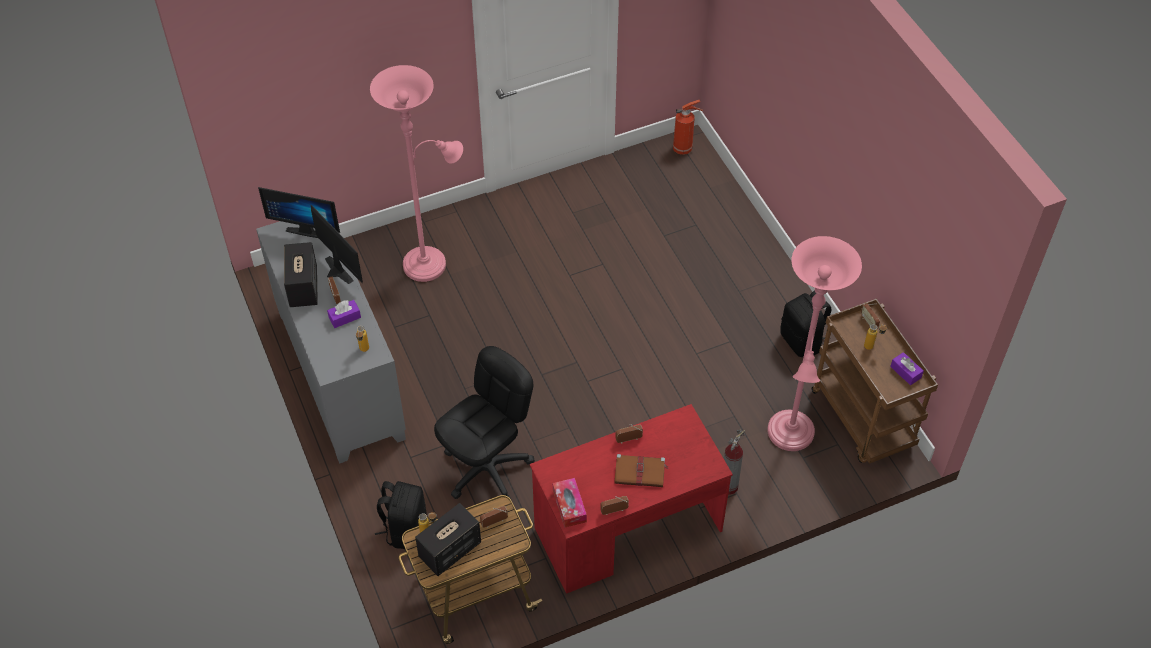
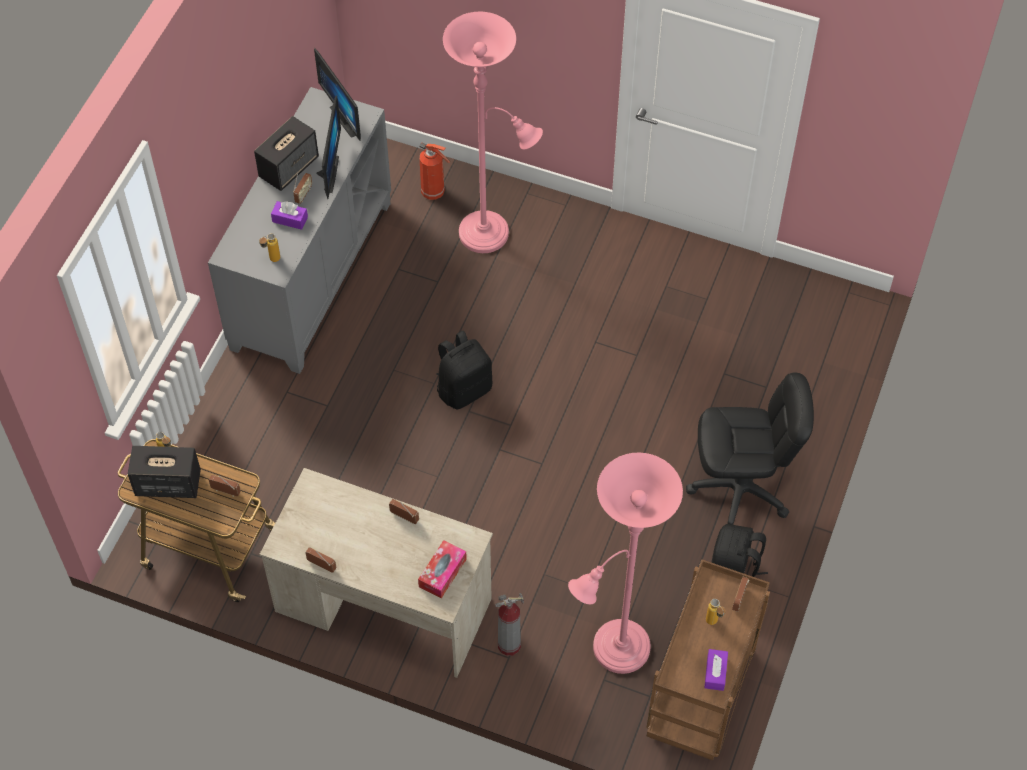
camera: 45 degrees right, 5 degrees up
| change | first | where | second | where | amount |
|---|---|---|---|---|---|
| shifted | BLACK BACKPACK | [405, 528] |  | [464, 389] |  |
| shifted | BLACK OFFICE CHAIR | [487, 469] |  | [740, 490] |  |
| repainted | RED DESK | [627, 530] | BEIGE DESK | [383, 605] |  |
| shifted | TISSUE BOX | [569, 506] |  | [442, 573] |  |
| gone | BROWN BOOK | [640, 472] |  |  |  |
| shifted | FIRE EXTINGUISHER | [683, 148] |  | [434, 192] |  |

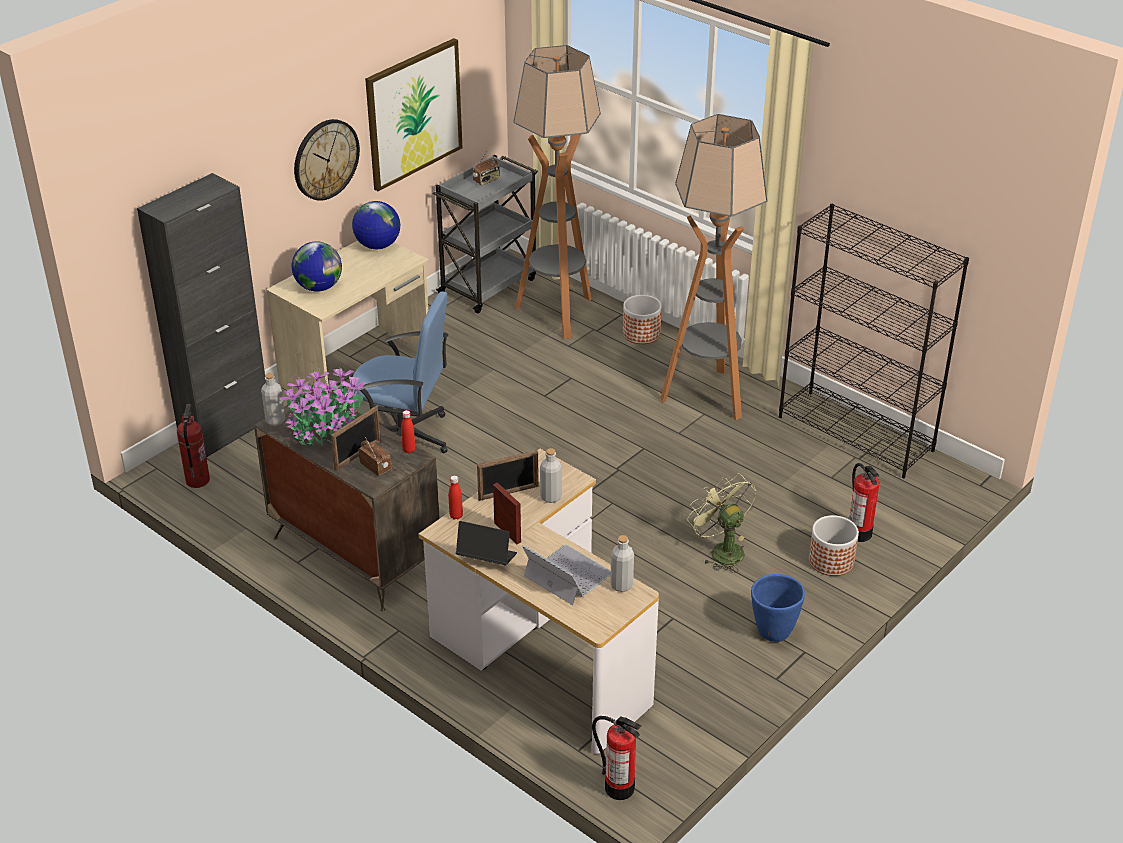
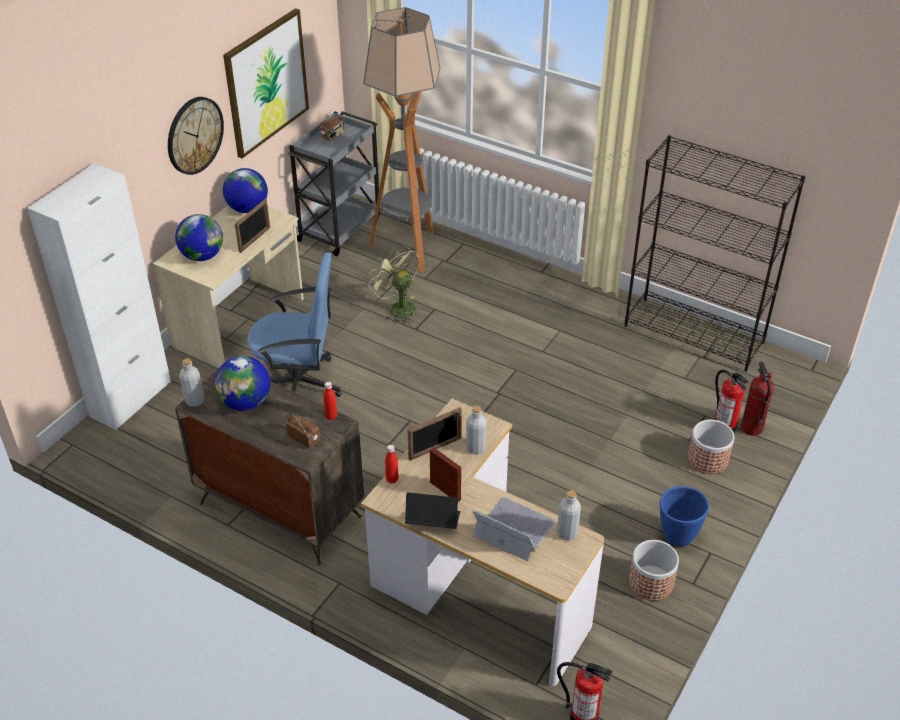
camera: 10 degrees left, 5 degrees up
| change | first | where | second | where | amount |
|---|---|---|---|---|---|
| repainted | BLACK CABINET | [225, 431] | WHITE CABINET | [131, 399] |  |
| shifted | FIRE EXTINGUISHER | [197, 480] |  | [751, 428] |  |
| swapped | POTTED PLANT | [326, 428] | GLOBE | [246, 403] |  |
| shifted | PICTURE FRAME | [358, 455] |  | [255, 240] |  |
| shifted | PLANTER | [641, 334] |  | [651, 583] |  |
| gone | FLOOR LAMP | [707, 396] |  |  |  |
| shifted | GREEN FAN | [721, 550] |  | [398, 308] |  |

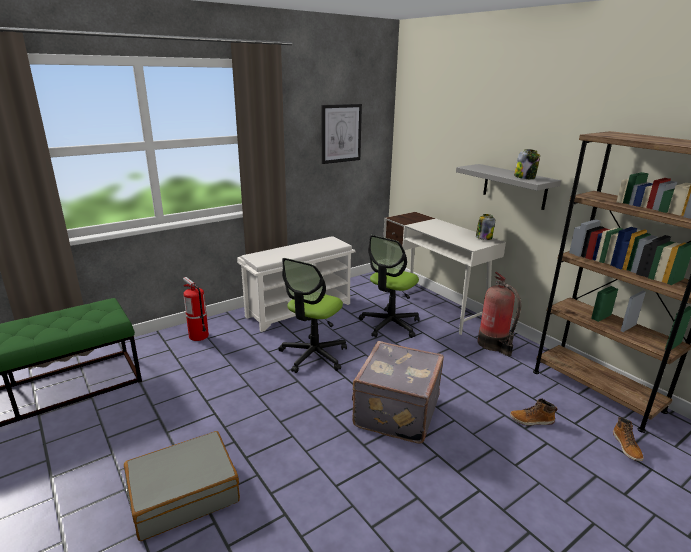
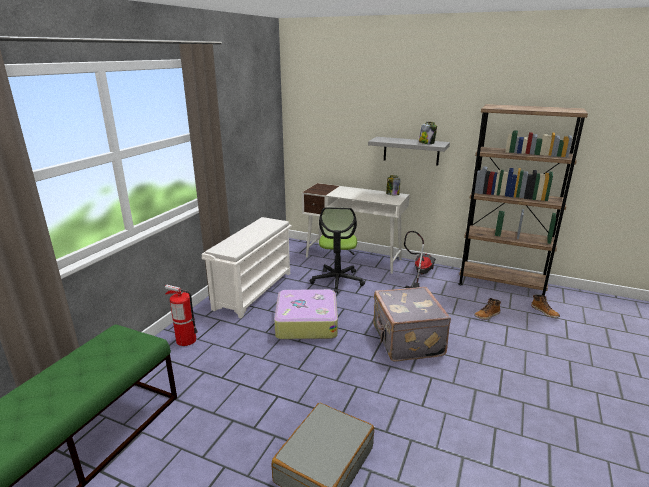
camera: 30 degrees left, 0 degrees up
| change | first | where | second | where | amount |
|---|---|---|---|---|---|
| swapped | OFFICE CHAIR | [313, 355] | SUITCASE | [306, 322] |  |
| gone | PICTURE | [341, 133] |  |  |  |
| swapped | FIRE EXTINGUISHER | [494, 344] | VACUUM CLEANER | [419, 273] |  |

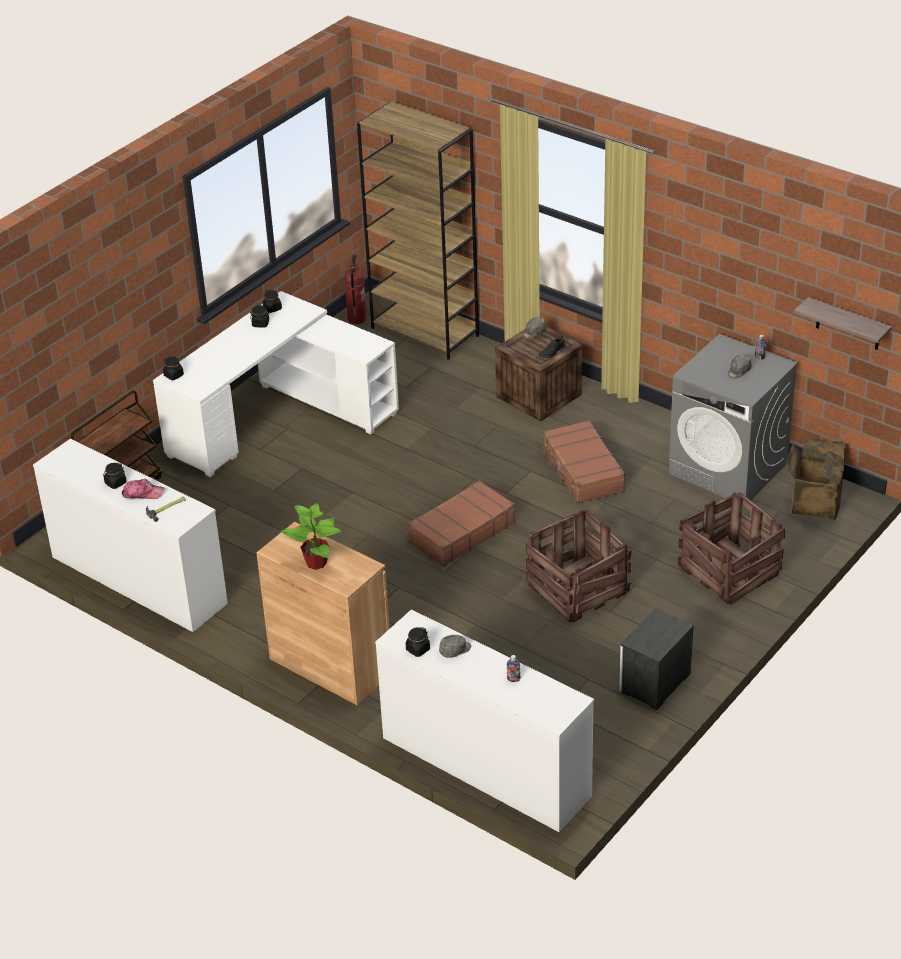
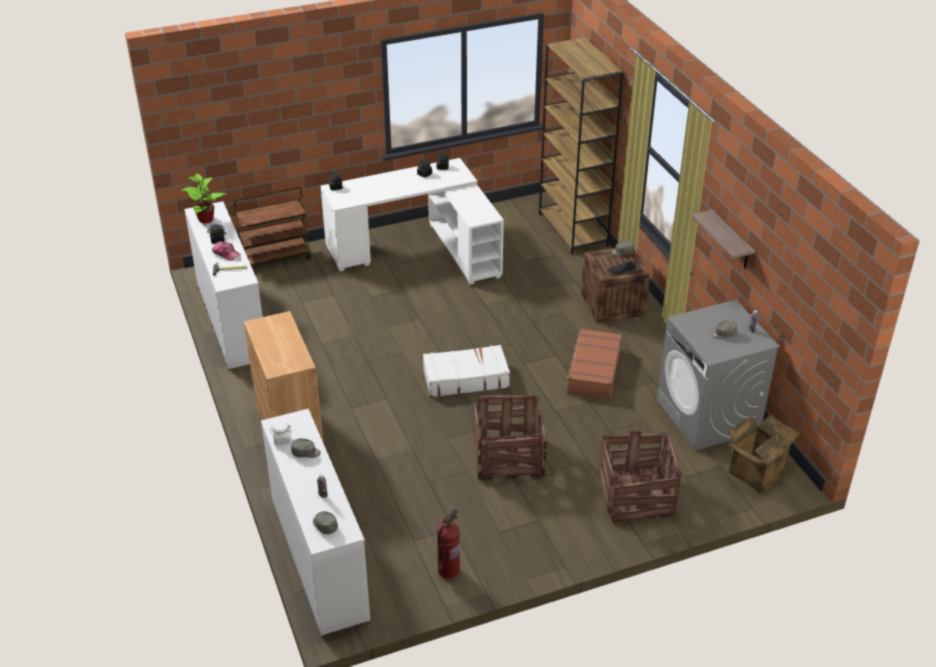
camera: 30 degrees right, 0 degrees up
| change | first | where | second | where | amount |
|---|---|---|---|---|---|
| shifted | POTTED PLANT | [317, 562] |  | [206, 219] |  |
| shifted | FIRE EXTINGUISHER | [357, 319] |  | [448, 570] |  |
| repainted | BLACK JAR | [417, 649] | WHITE JAR | [281, 440] |  |
| repainted | BROWN SUITCASE | [461, 532] | WHITE SUITCASE | [465, 378] |  |
| gone | NIGHTSTAND | [654, 683] |  |  |  |
| shifted | SHELF | [848, 324] |  | [731, 241] |  |
| new |  |  | GREY CAP | [324, 525] |  |

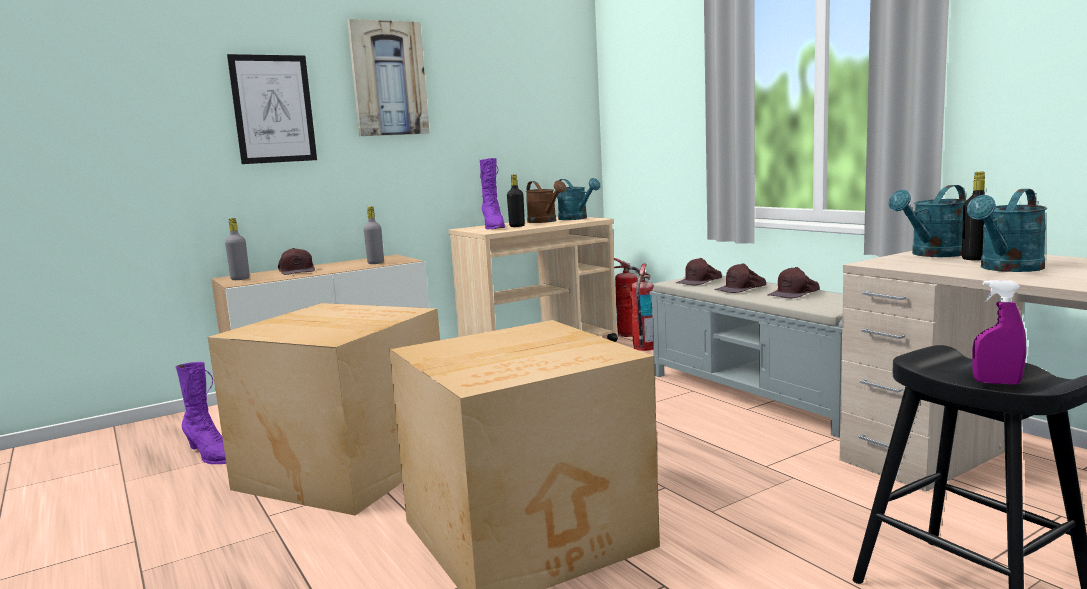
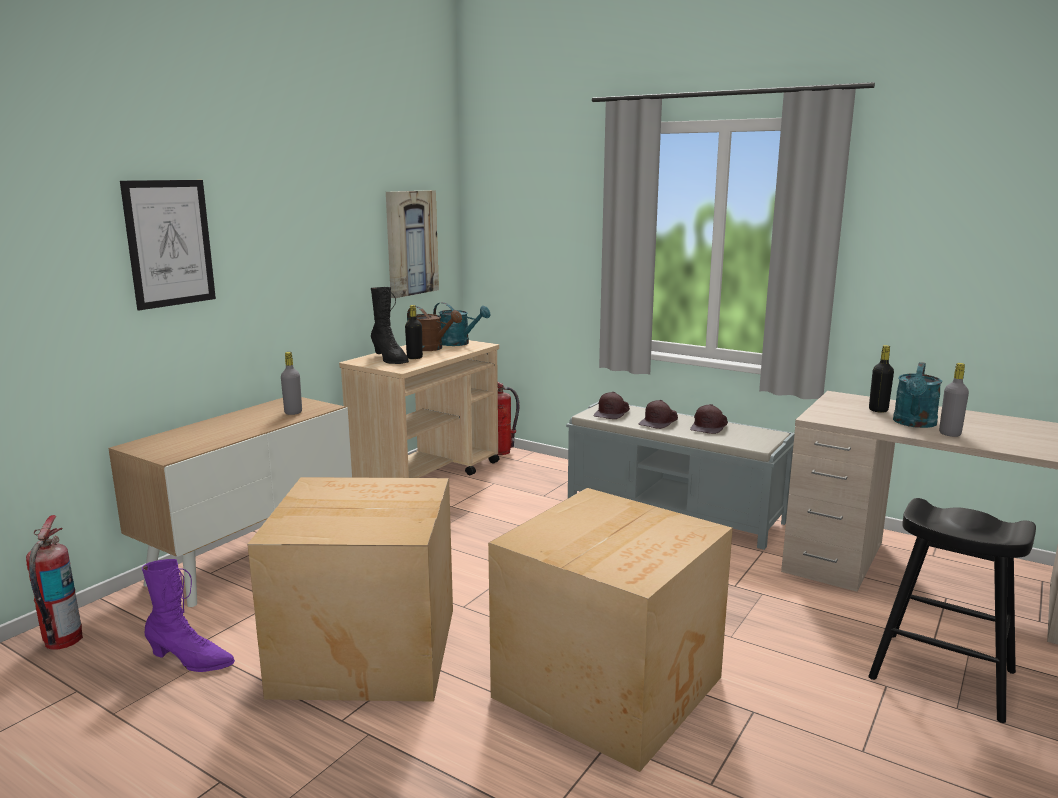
camera: 25 degrees left, 5 degrees up
| change | first | where | second | where | amount |
|---|---|---|---|---|---|
| shifted | GREY BOTTLE | [240, 279] |  | [949, 434] |  |
| gone | BROWN CAP | [297, 271] |  |  |  |
| shifted | PICTURE | [388, 79] |  | [411, 243] |  |
| repainted | PURPLE BOOT | [493, 227] | BLACK BOOT | [390, 359] |  |
| shifted | FIRE EXTINGUISHER | [643, 348] |  | [62, 640] |  |
| gone | TURQUOISE WATERING CAN | [932, 254] |  |  |  |
| gone | PURPLE SPRAY BOTTLE | [997, 382] |  |  |  |

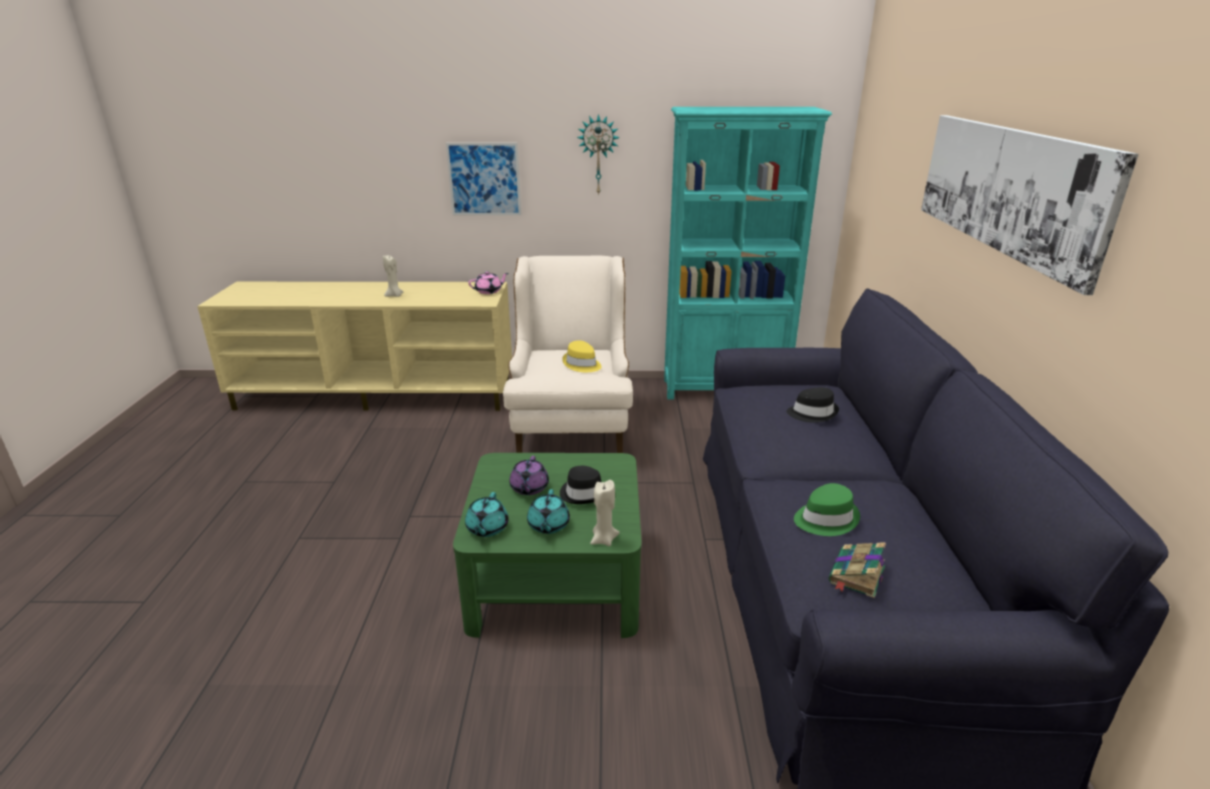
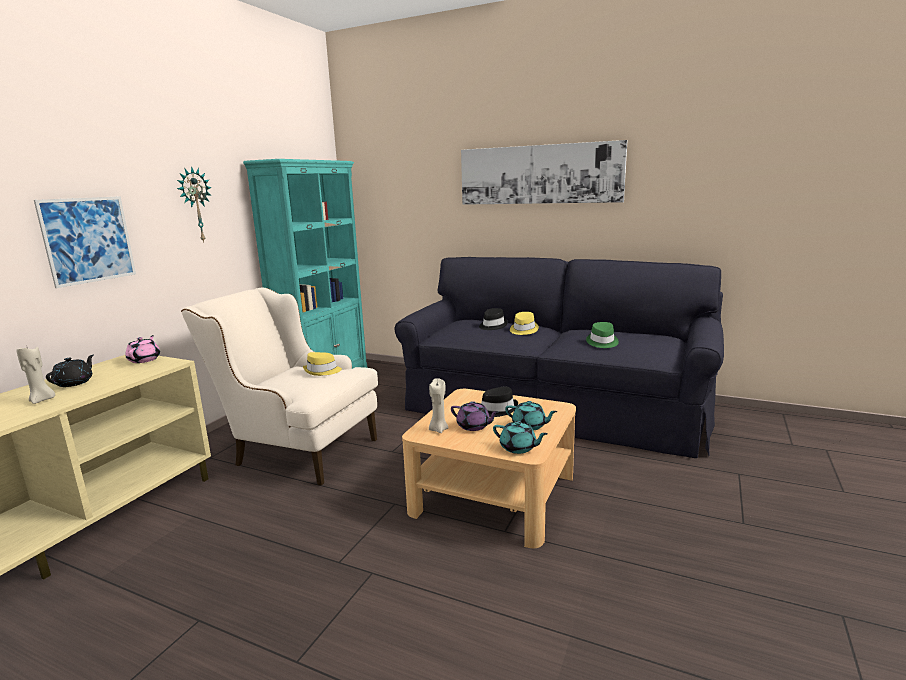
camera: 65 degrees left, 10 degrees down
| change | first | where | second | where | amount |
|---|---|---|---|---|---|
| repainted | GREEN COFFEE TABLE | [556, 578] | BEIGE COFFEE TABLE | [495, 493] |  |
| shifted | BEIGE CANDLE | [603, 539] |  | [438, 429] |  |
| gone | BOOK | [856, 575] |  |  |  |
| new |  |  | BLACK TEAPOT | [74, 382] |  |
| new |  |  | YELLOW HAT | [523, 330] |  |

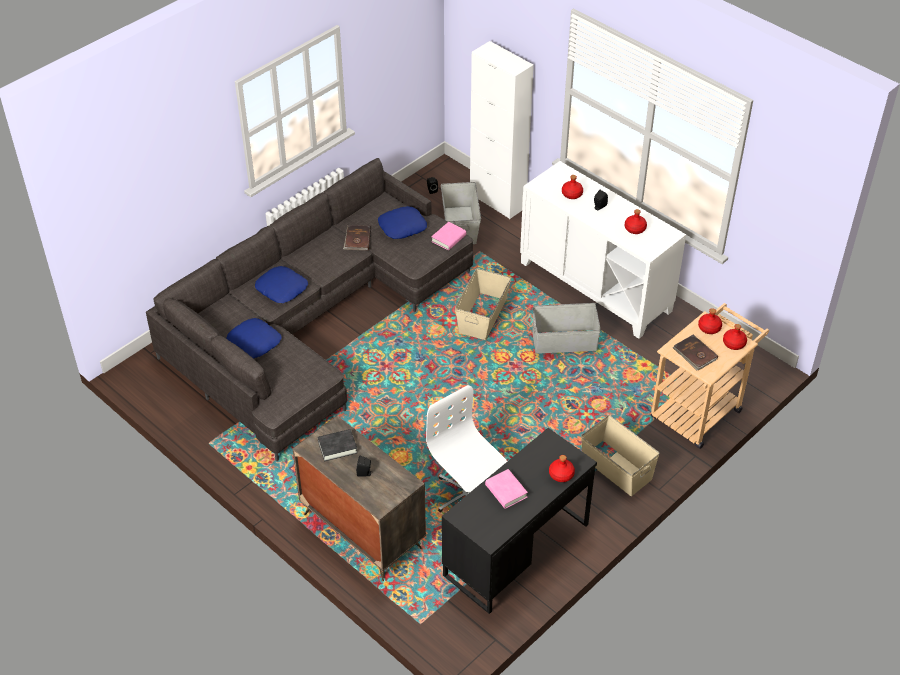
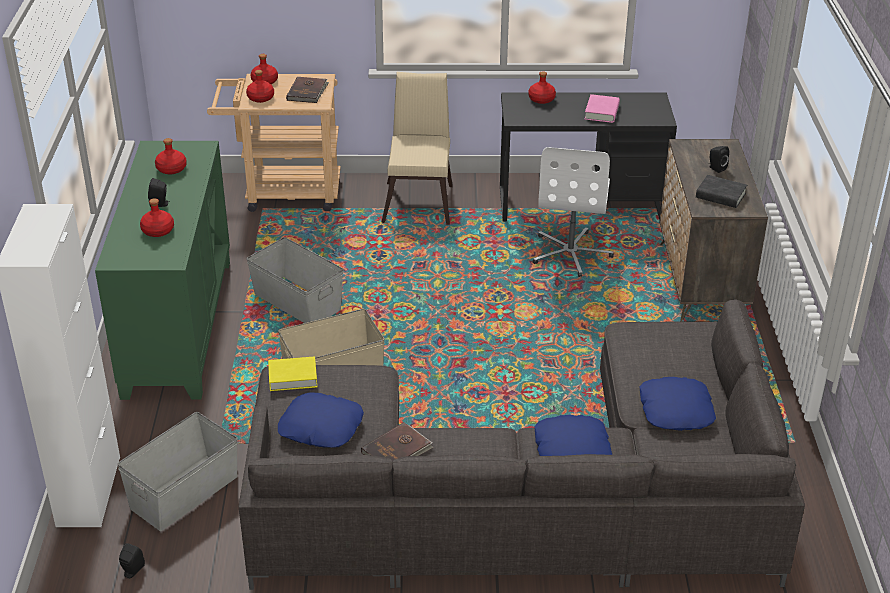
camera: 135 degrees left, 10 degrees down
| change | first | where | second | where | amount |
|---|---|---|---|---|---|
| repainted | PINK BOOK | [448, 238] | YELLOW BOOK | [293, 377] |  |
| repainted | WHITE CABINET | [596, 286] | GREEN CABINET | [177, 326] |  |
| swapped | BEIGE STORAGE BOX | [616, 468] | BEIGE CHAIR | [419, 200] |  |

